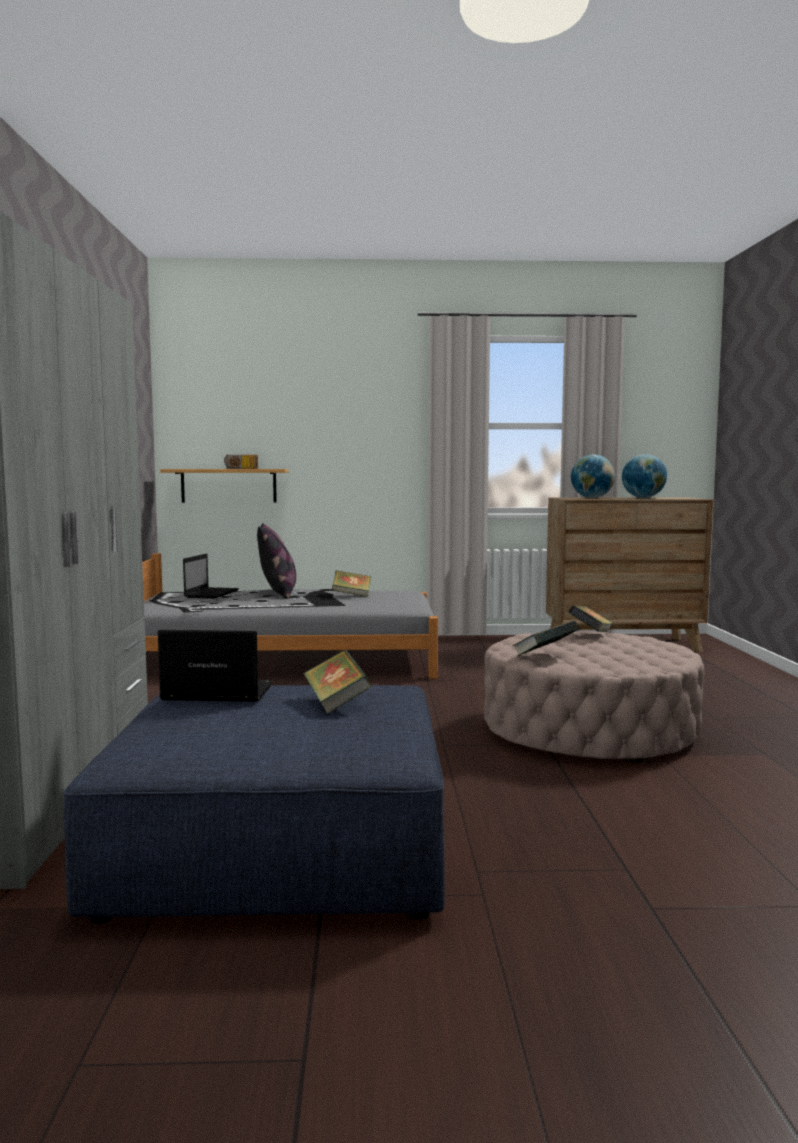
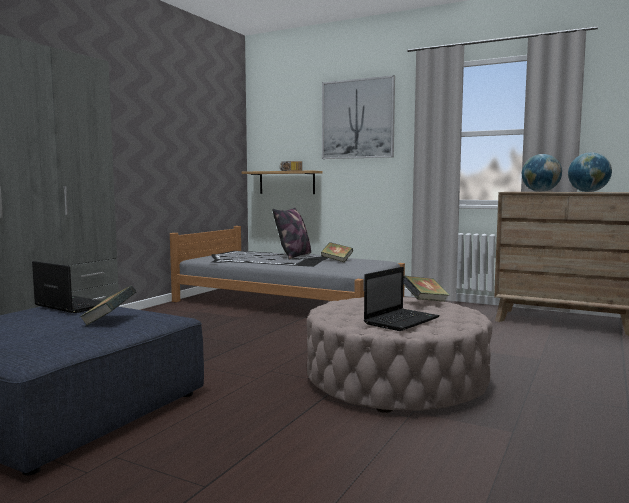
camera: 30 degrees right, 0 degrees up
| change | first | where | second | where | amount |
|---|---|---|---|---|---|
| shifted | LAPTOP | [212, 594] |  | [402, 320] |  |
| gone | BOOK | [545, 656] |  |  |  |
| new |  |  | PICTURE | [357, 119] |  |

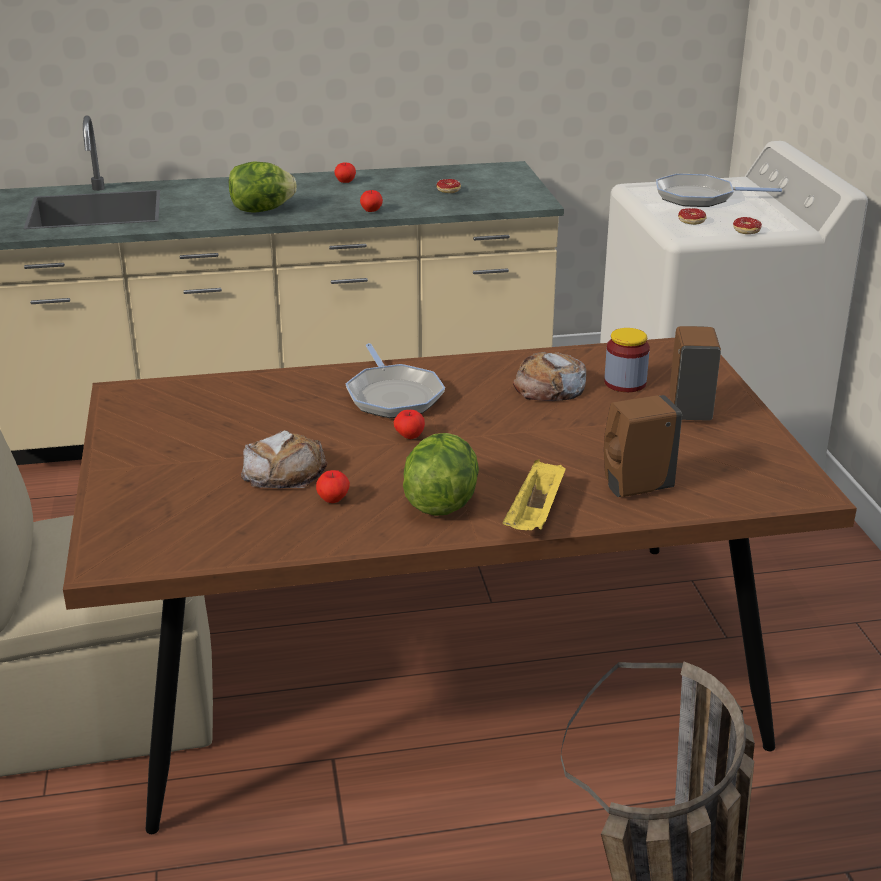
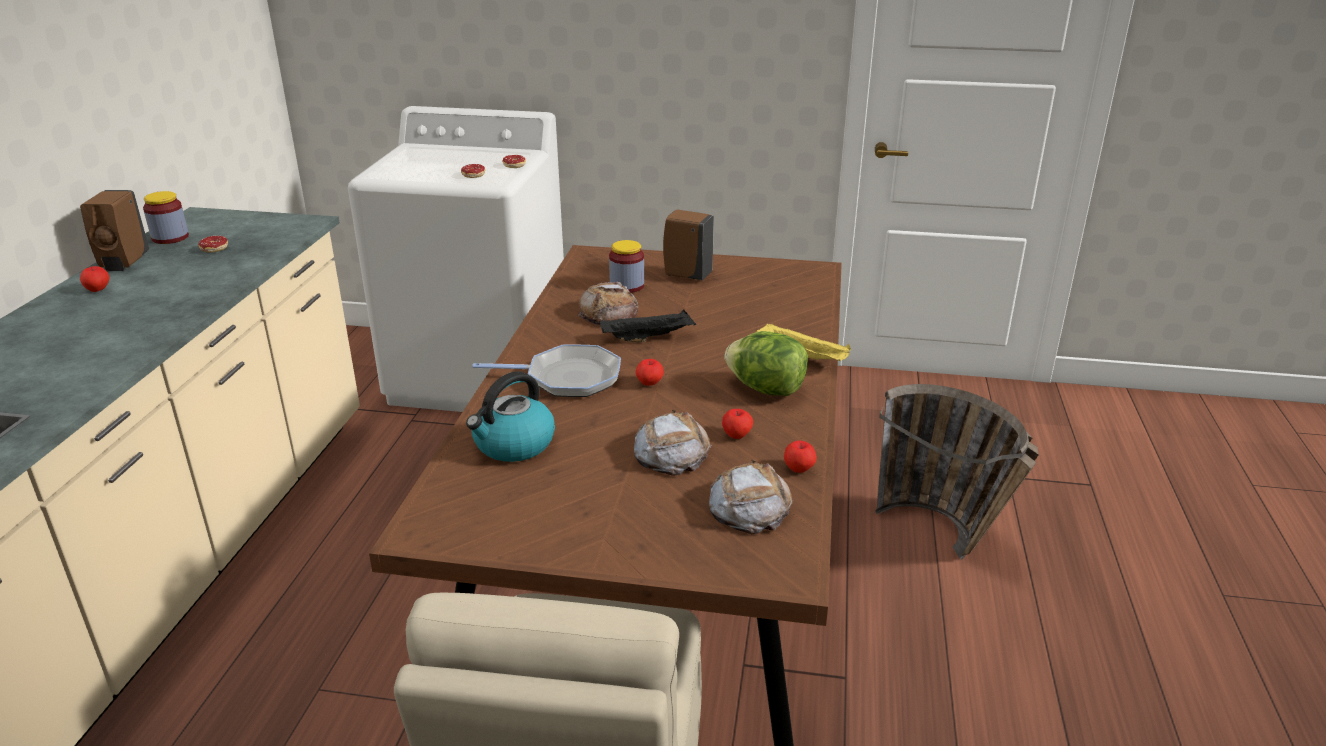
camera: 70 degrees left, 0 degrees up
| change | first | where | second | where | amount |
|---|---|---|---|---|---|
| gone | LETTUCE | [261, 210] |  |  |  |
| shifted | APPLE | [371, 211] |  | [799, 469] |  |
| shifted | BROWN SOAP DISPENSER | [635, 488] |  | [124, 263] |  |
| gone | FRYING PAN | [699, 197] |  |  |  |
| new |  |  | JAR | [170, 237] |  |
| new |  |  | KETTLE | [513, 445] |  |
| new |  |  | BLACK TRAY | [648, 338] |  |
| new |  |  | BREAD | [749, 506] |  |

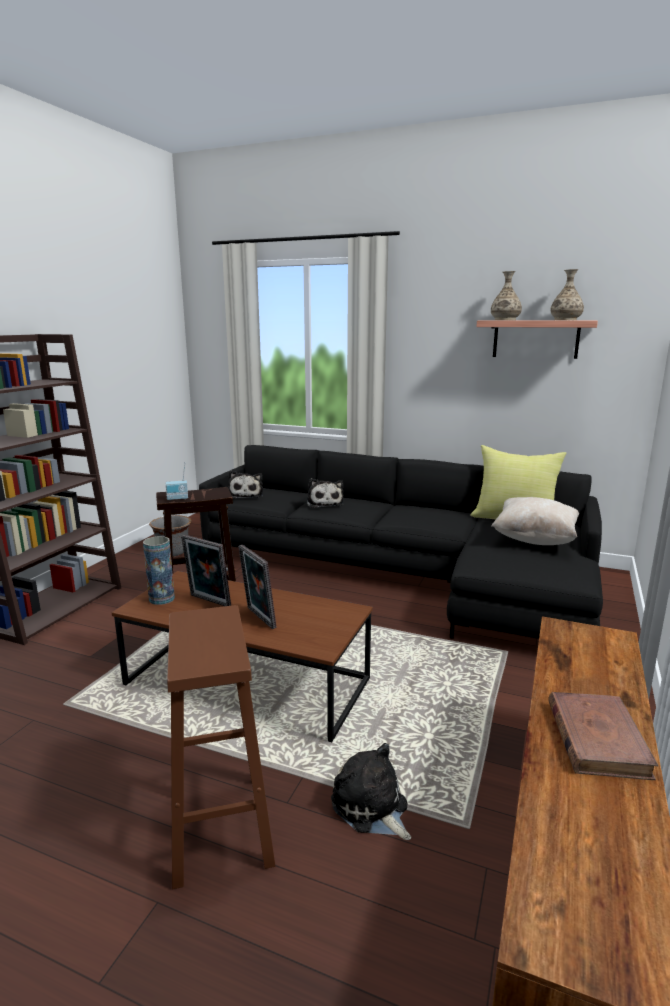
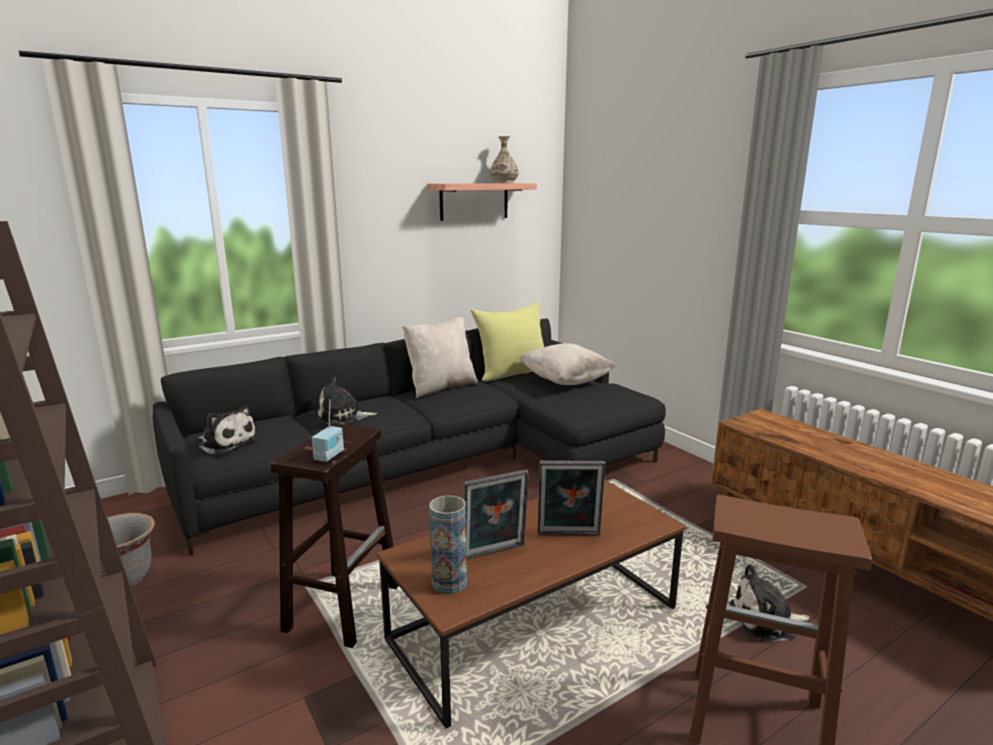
camera: 55 degrees left, 0 degrees up
| change | first | where | second | where | amount |
|---|---|---|---|---|---|
| rotated | PLUSH TOY | [324, 503] |  | [343, 416] | 150 degrees clockwise |
| gone | VASE | [505, 320] |  |  |  |
| gone | BROWN BOOK | [596, 738] |  |  |  |
| new |  |  | BEIGE PILLOW | [441, 387] |  |

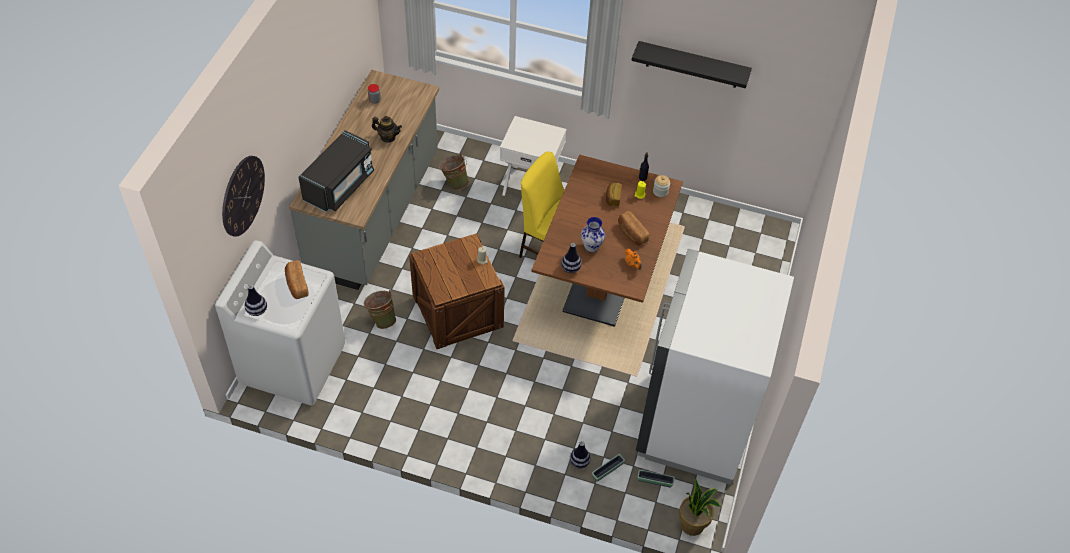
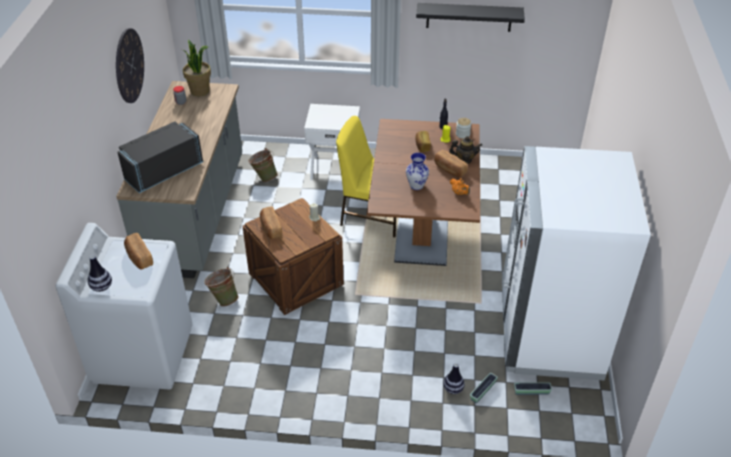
camera: 10 degrees left, 10 degrees down
| change | first | where | second | where | amount |
|---|---|---|---|---|---|
| shifted | WALL CLOCK | [242, 195] |  | [129, 66] |  |
| rotated | BLACK MICROWAVE | [340, 185] |  | [163, 171] | 150 degrees counterclockwise |
| shifted | TEAPOT | [388, 137] |  | [464, 160] |  |
| gone | VASE | [570, 268] |  |  |  |
| shifted | POTTED PLANT | [692, 525] |  | [200, 91] |  |
| new |  |  | BREAD | [270, 228] |  |

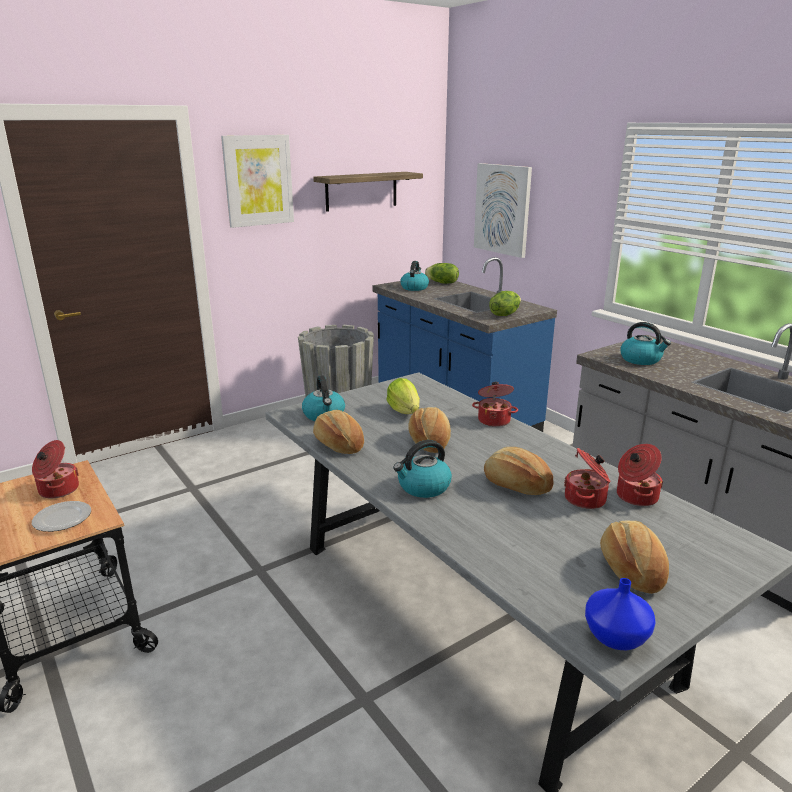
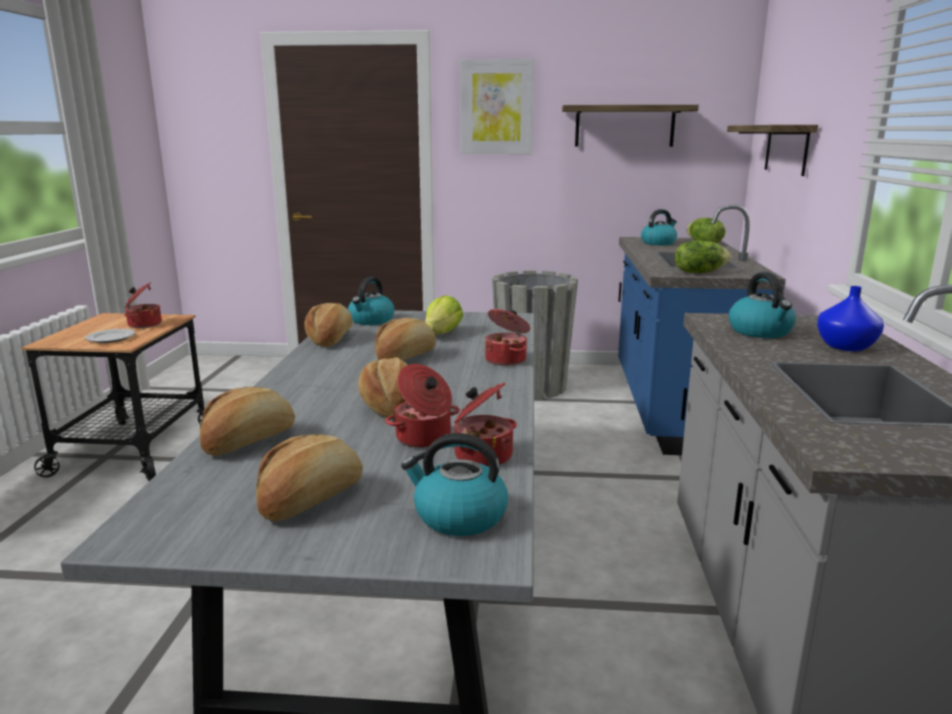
camera: 40 degrees right, 5 degrees down
| change | first | where | second | where | amount |
|---|---|---|---|---|---|
| shifted | KETTLE | [423, 487] |  | [458, 516] |  |
| swapped | PICTURE | [502, 209] | SHELF | [786, 149] |  |
| shifted | BLUE VASE | [617, 637] |  | [846, 347] |  |
| new |  |  | BREAD | [248, 441] |  |

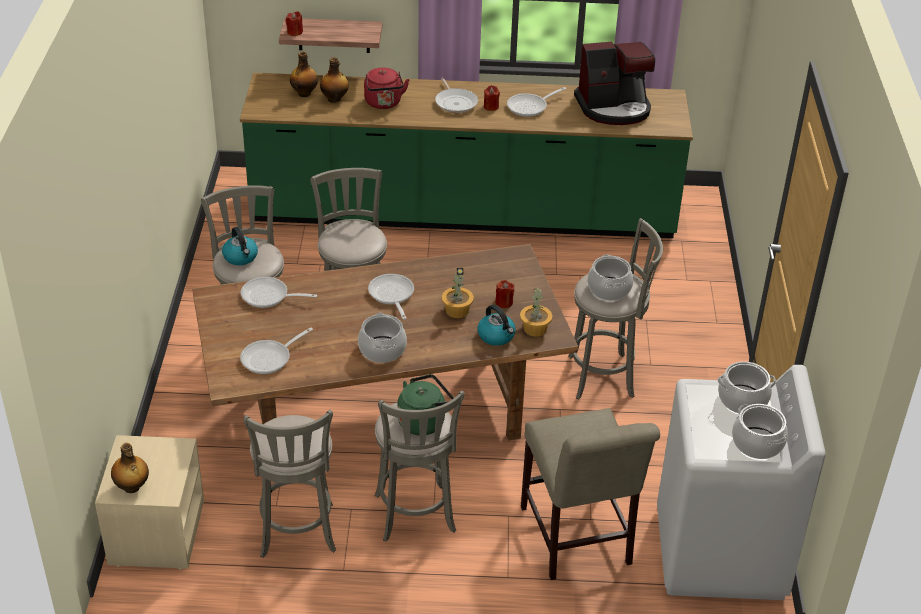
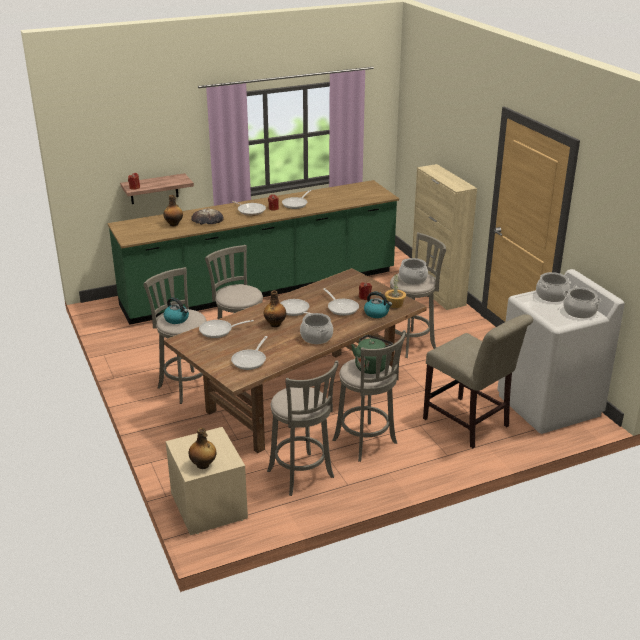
camera: 25 degrees left, 10 degrees down
| change | first | where | second | where | amount |
|---|---|---|---|---|---|
| shifted | BOTTLE | [304, 93] |  | [275, 324] |  |
| swapped | RED KETTLE | [384, 103] | BREAD | [207, 220] |  |
| swapped | POTTED PLANT | [457, 310] | FRYING PAN | [341, 307] |  |
| gone | COFFEE MACHINE | [614, 107] |  |  |  |
| new |  |  | BEIGE CABINET | [437, 292] |  |

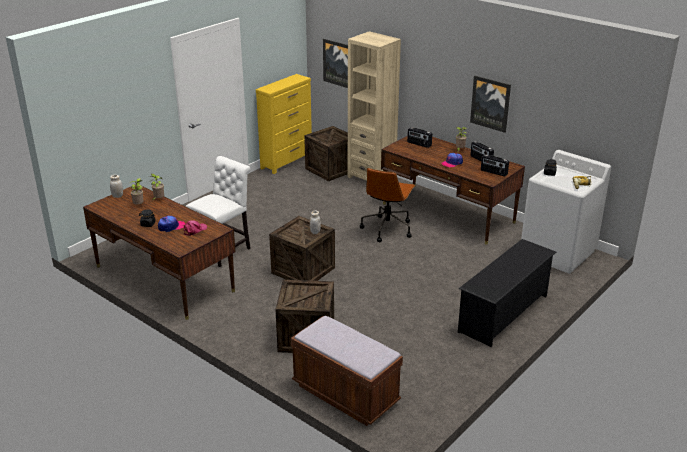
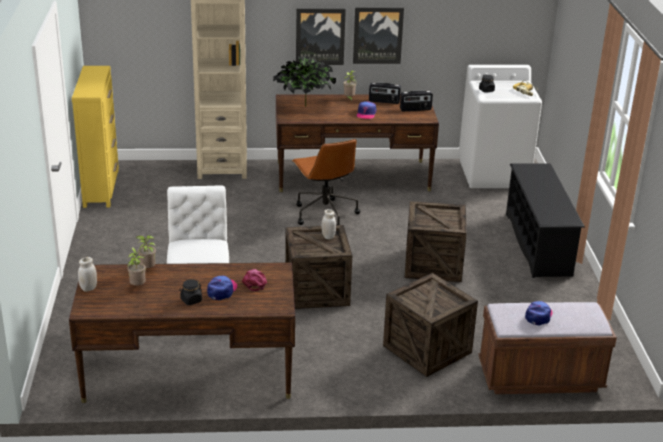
camera: 45 degrees left, 0 degrees up
| change | first | where | second | where | amount |
|---|---|---|---|---|---|
| shifted | CRATE | [330, 169] |  | [433, 264] |  |
| shifted | PICTURE | [338, 63] |  | [320, 36] |  |
| swapped | RADIO | [419, 144] | POTTED PLANT | [303, 106] |  |
| new |  |  | CAP | [538, 315] |  |

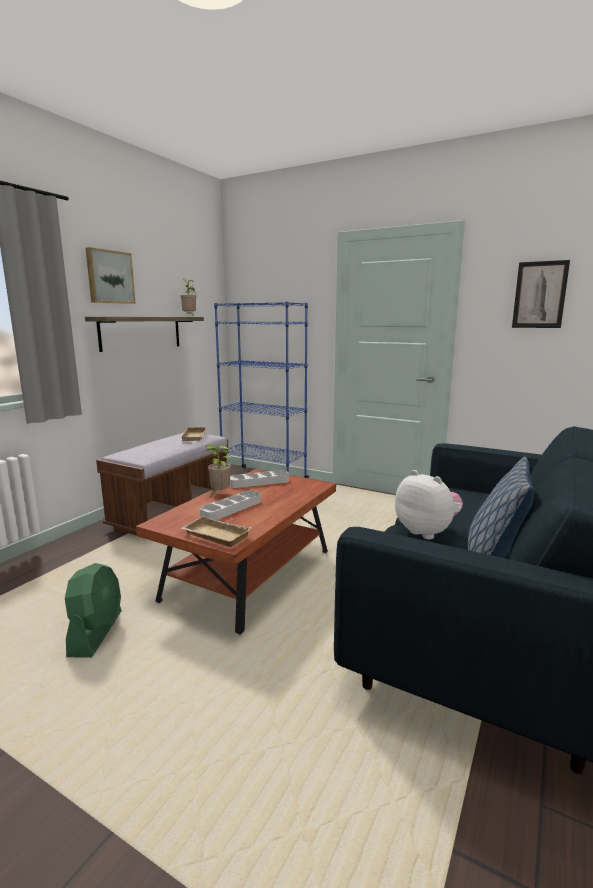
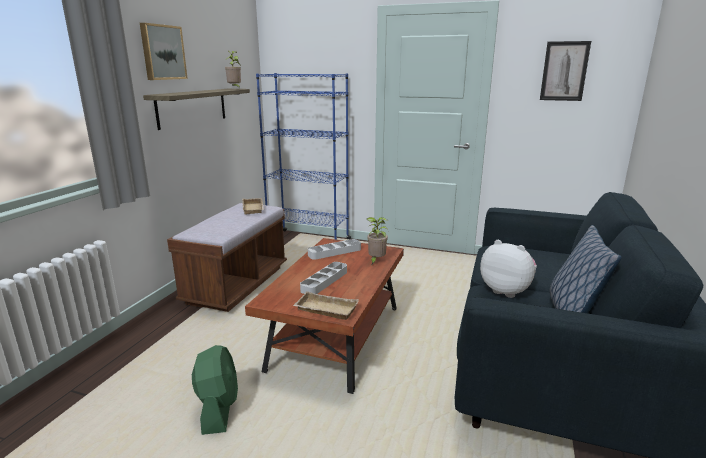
camera: 10 degrees left, 5 degrees up
| change | first | where | second | where | amount |
|---|---|---|---|---|---|
| shifted | POTTED PLANT | [219, 494] |  | [376, 261] |  |

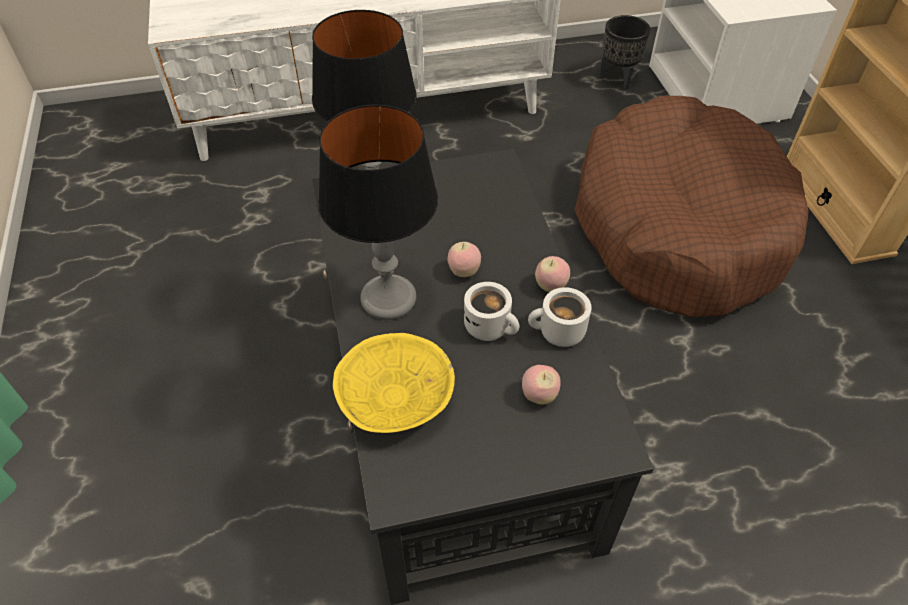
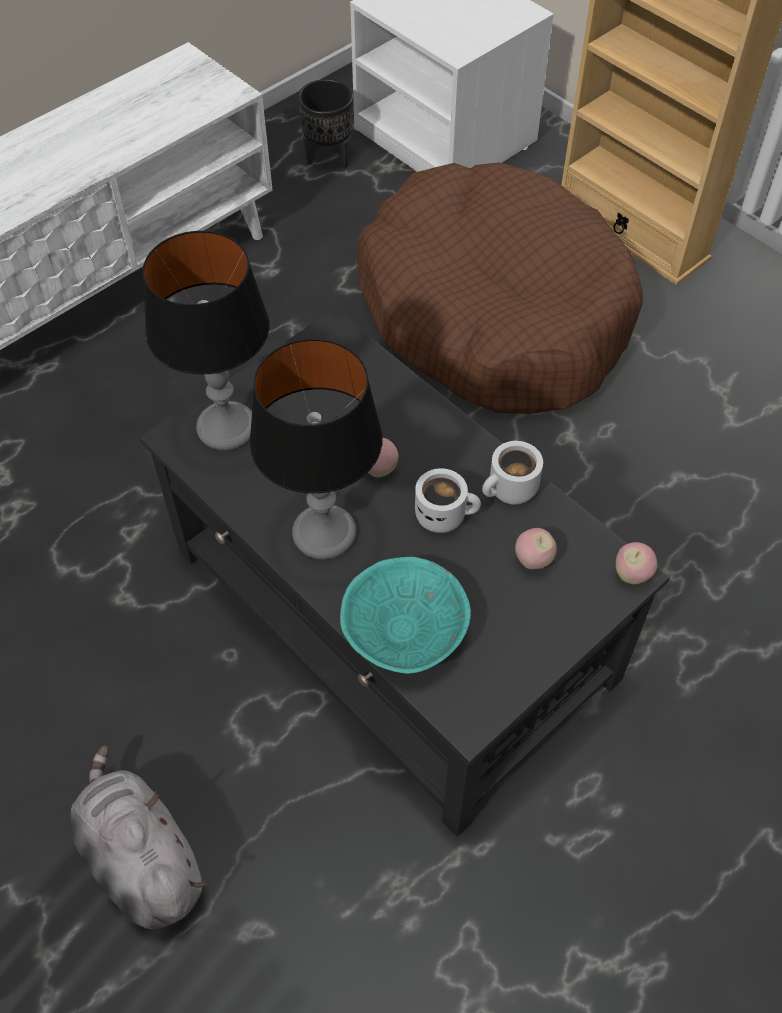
camera: 30 degrees left, 5 degrees up
| change | first | where | second | where | amount |
|---|---|---|---|---|---|
| repainted | YELLOW BOWL | [397, 397] | TURQUOISE BOWL | [405, 628] |  |
| shifted | APPLE | [550, 286] |  | [631, 574] |  |
| new |  |  | GREY PLUSH TOY | [140, 858] |  |

